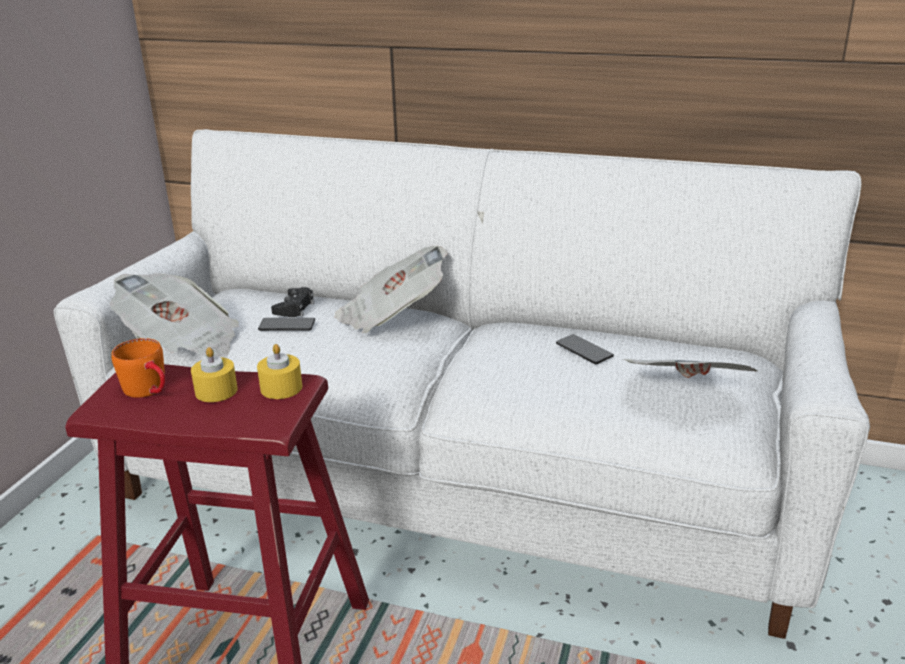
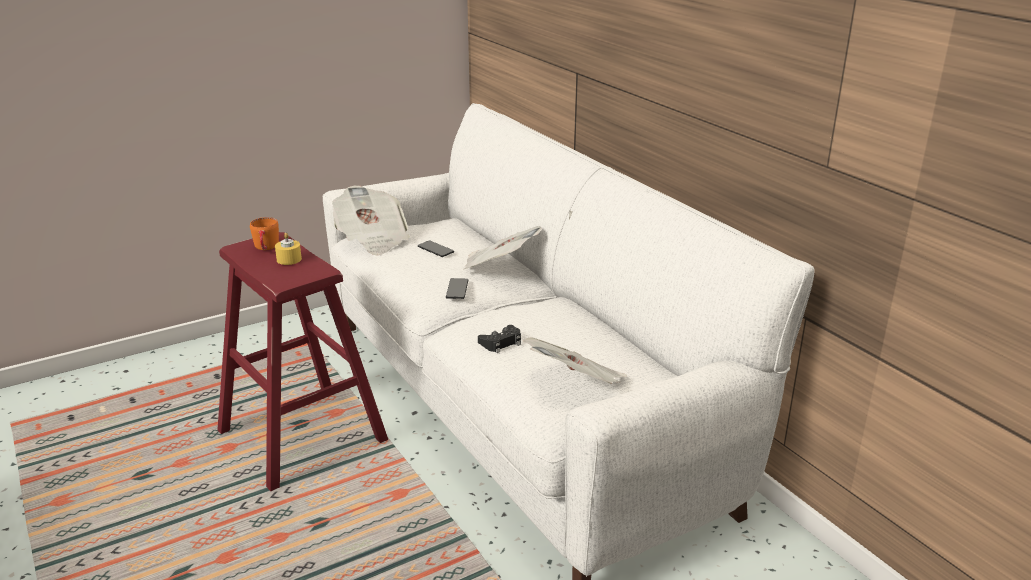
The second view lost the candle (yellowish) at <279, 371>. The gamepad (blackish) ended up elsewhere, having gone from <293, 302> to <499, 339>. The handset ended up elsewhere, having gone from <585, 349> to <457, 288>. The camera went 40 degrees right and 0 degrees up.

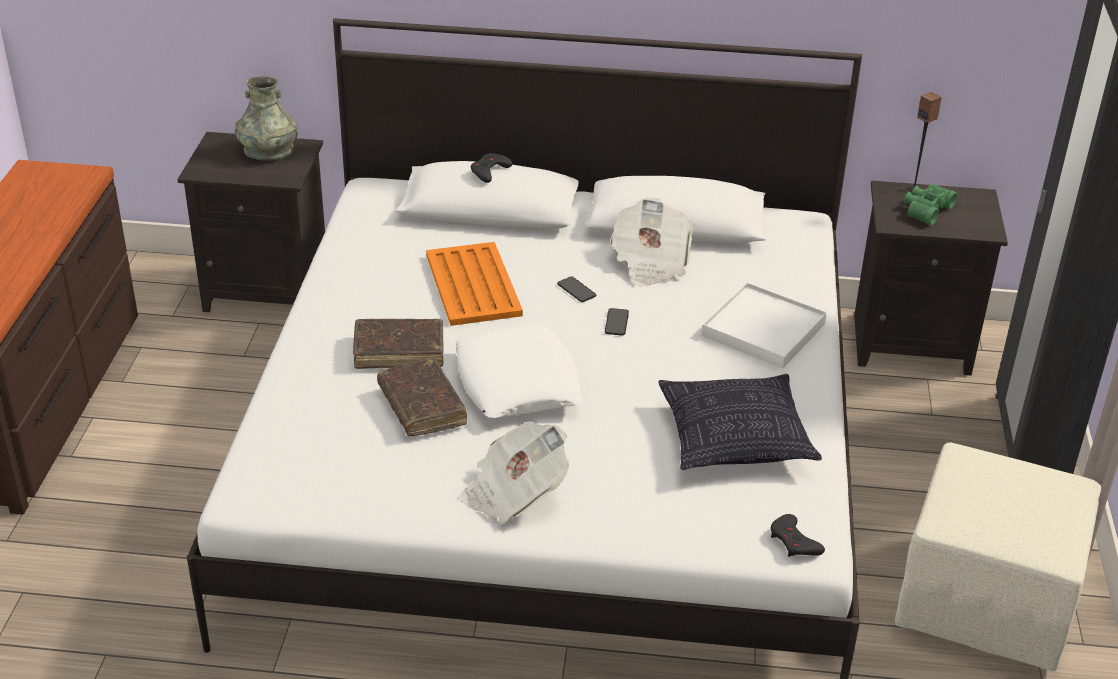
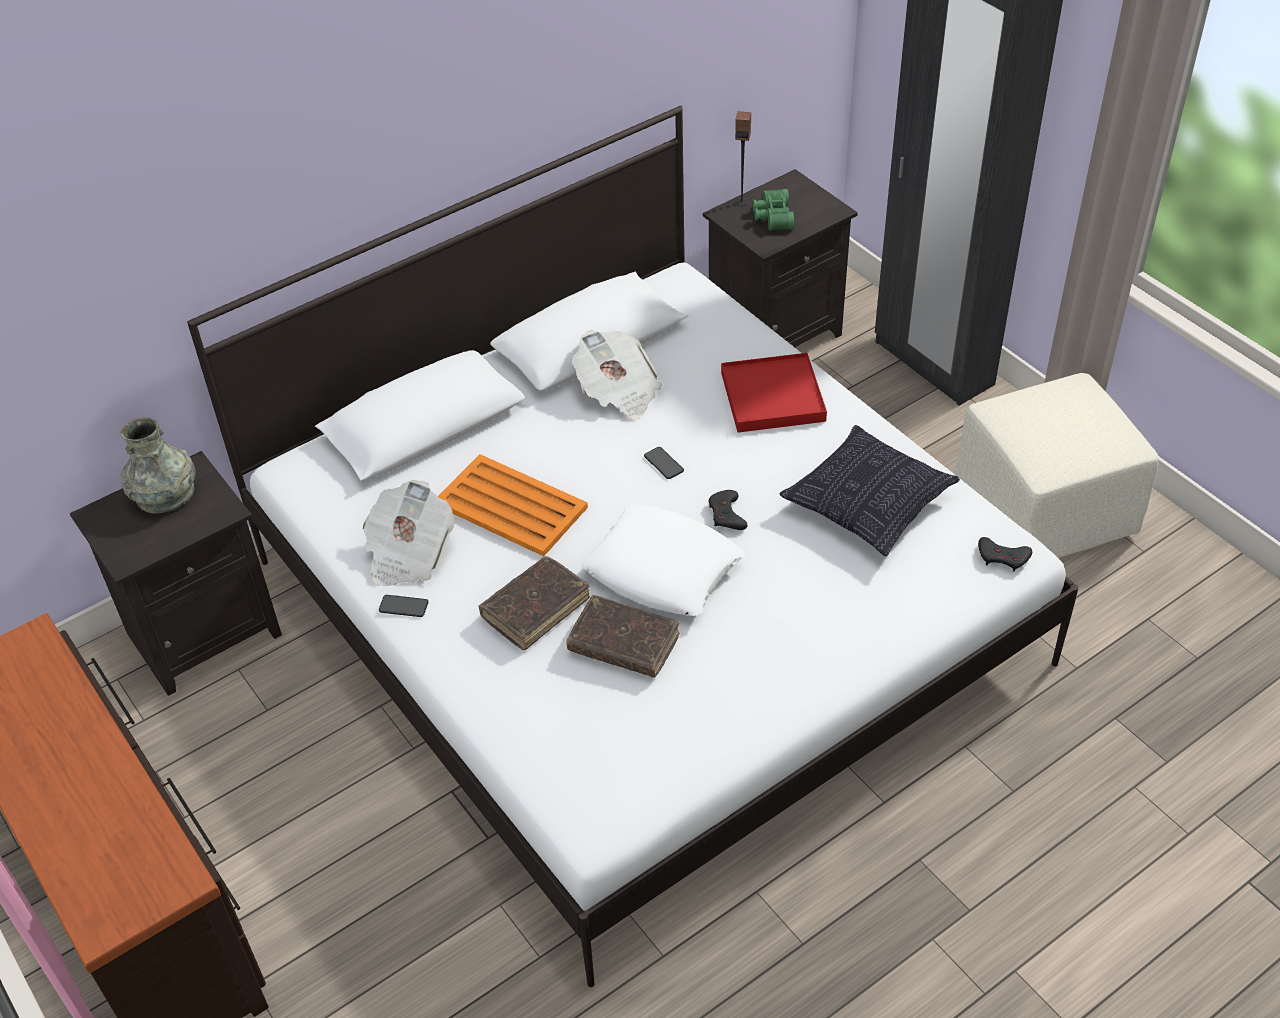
The daily paper ended up elsewhere, having gone from <514, 472> to <408, 533>. The gamepad (blackish) ended up elsewhere, having gone from <491, 168> to <728, 510>. The handset ended up elsewhere, having gone from <576, 289> to <403, 606>. What was the tray (white-coloured) at <764, 325> turned into the tray (reddish) at <774, 393>. The camera went 40 degrees left and 10 degrees up.

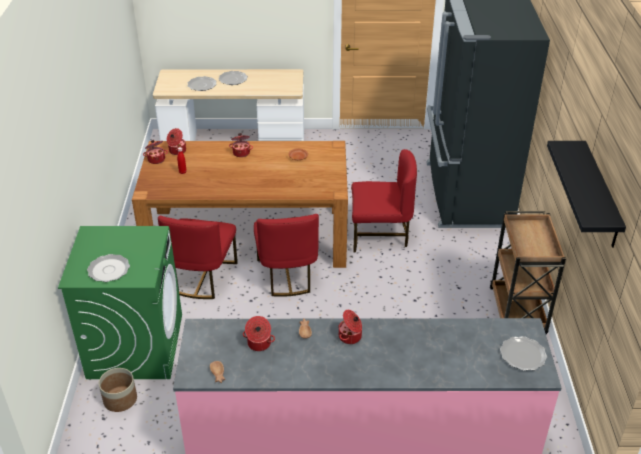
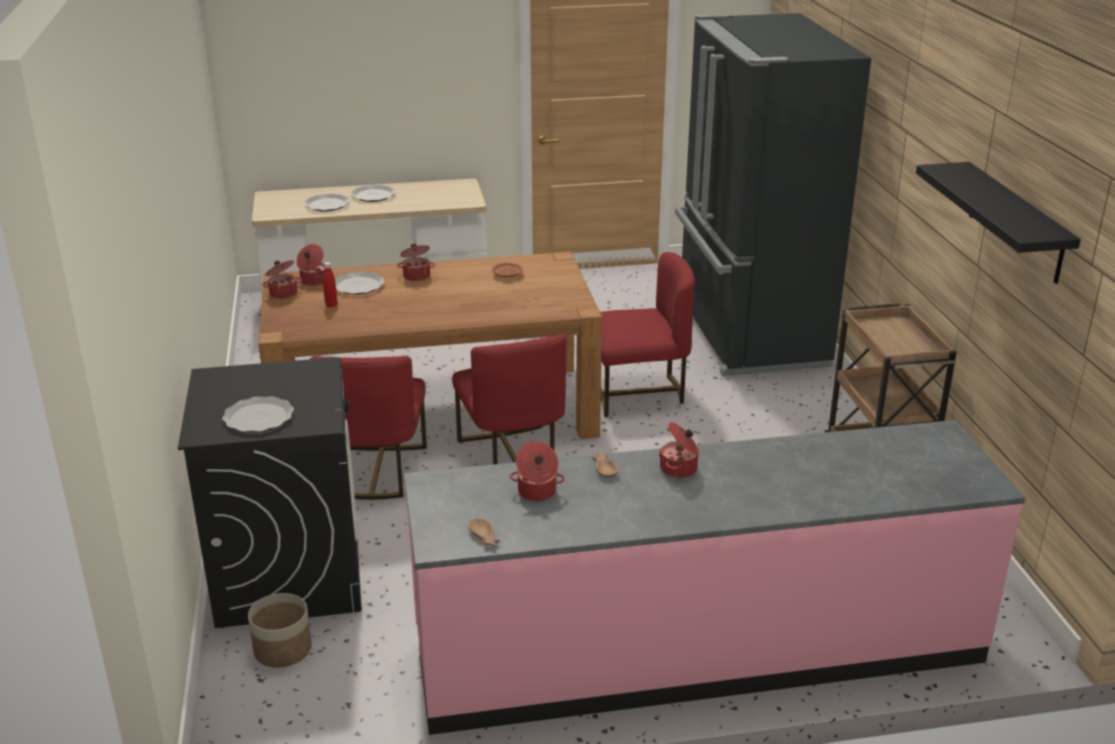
What was the laundry appliance (green-coloured) at <120, 302> turned into the laundry appliance (blackish) at <270, 492>. The plate ended up elsewhere, having gone from <523, 353> to <360, 283>. The camera went 10 degrees left and 10 degrees down.

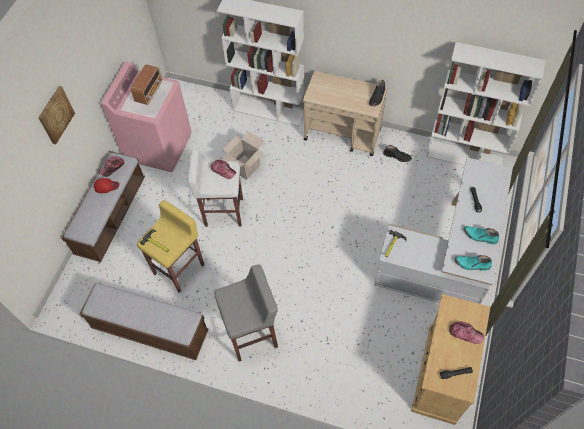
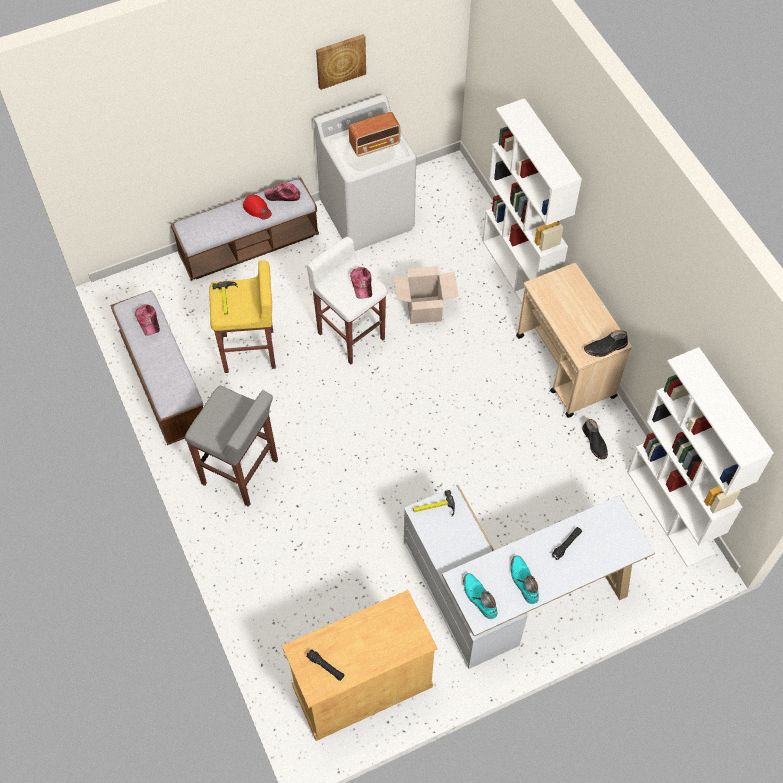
The wall picture ended up elsewhere, having gone from <56, 115> to <341, 62>. What was the laundry appliance (pinkish) at <146, 117> turned into the laundry appliance (white-coloured) at <365, 173>. The peaked cap ended up elsewhere, having gone from <466, 333> to <147, 320>. The camera went 45 degrees right and 0 degrees up.

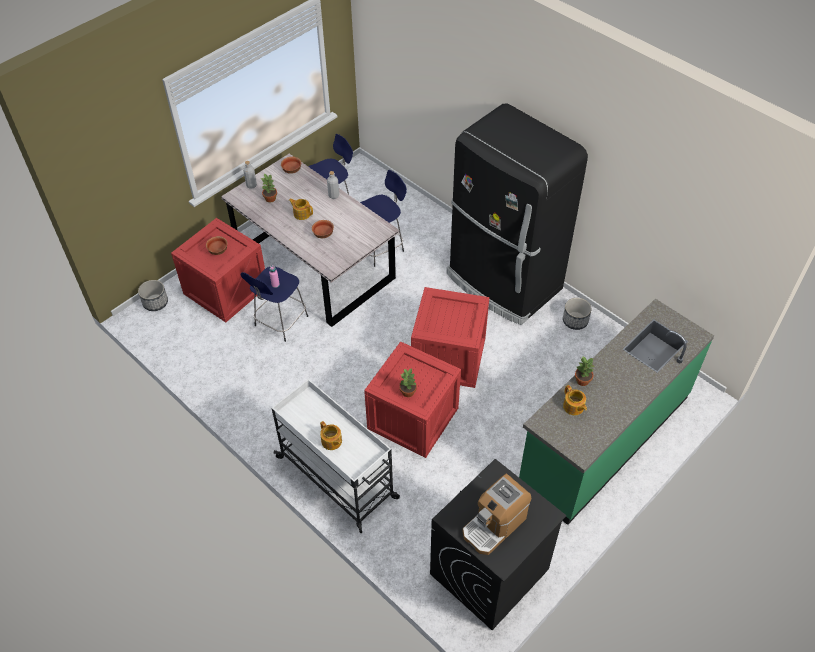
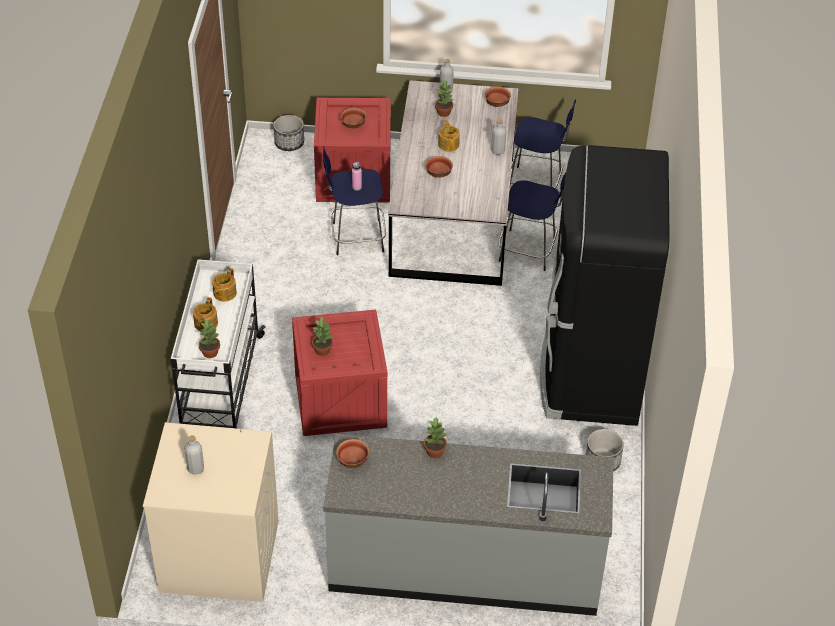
The second view lost the shipping crate at <450, 337>. What was the laundry appliance (blackish) at <498, 544> turned into the laundry appliance (sand-coloured) at <211, 512>. Where the coffee maker stood at <496, 514>, the drink bottle (greyish) came to stand at <194, 455>. What was the kitchen counter (green-coloured) at <616, 412> turned into the kitchen counter (greyish) at <468, 525>. The tea pot ended up elsewhere, having gone from <575, 400> to <224, 284>. The second view gained the plant in a pot at <209, 338>. The second view gained the deep dish at <352, 453>. The camera went 50 degrees right and 5 degrees down.

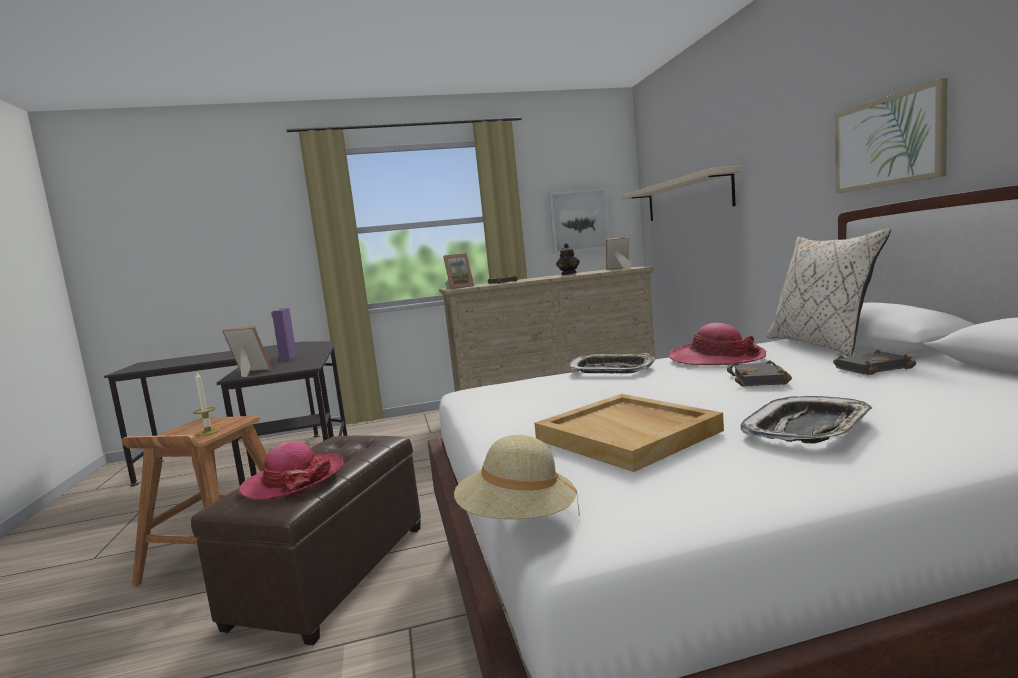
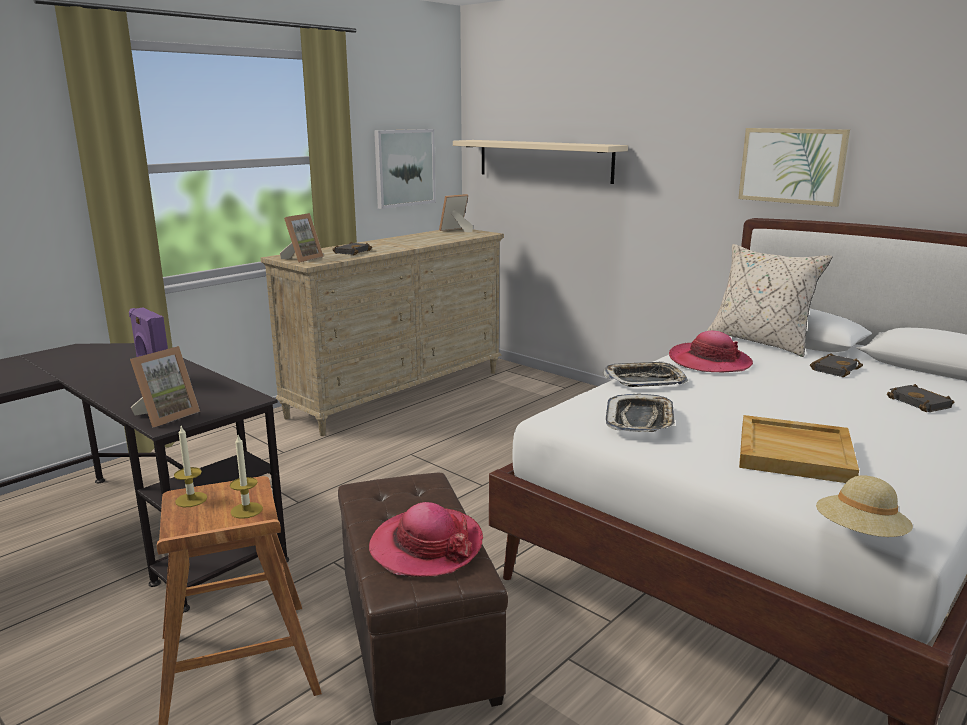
The standing frame at <247, 351> ended up facing another way, 150 degrees clockwise from before. The second view lost the tea pot at <568, 259>. The bound book (blackish) ended up elsewhere, having gone from <759, 373> to <920, 398>. The tray ended up elsewhere, having gone from <806, 419> to <640, 413>. The second view gained the candle at <190, 466>. The camera went 35 degrees left and 10 degrees up.

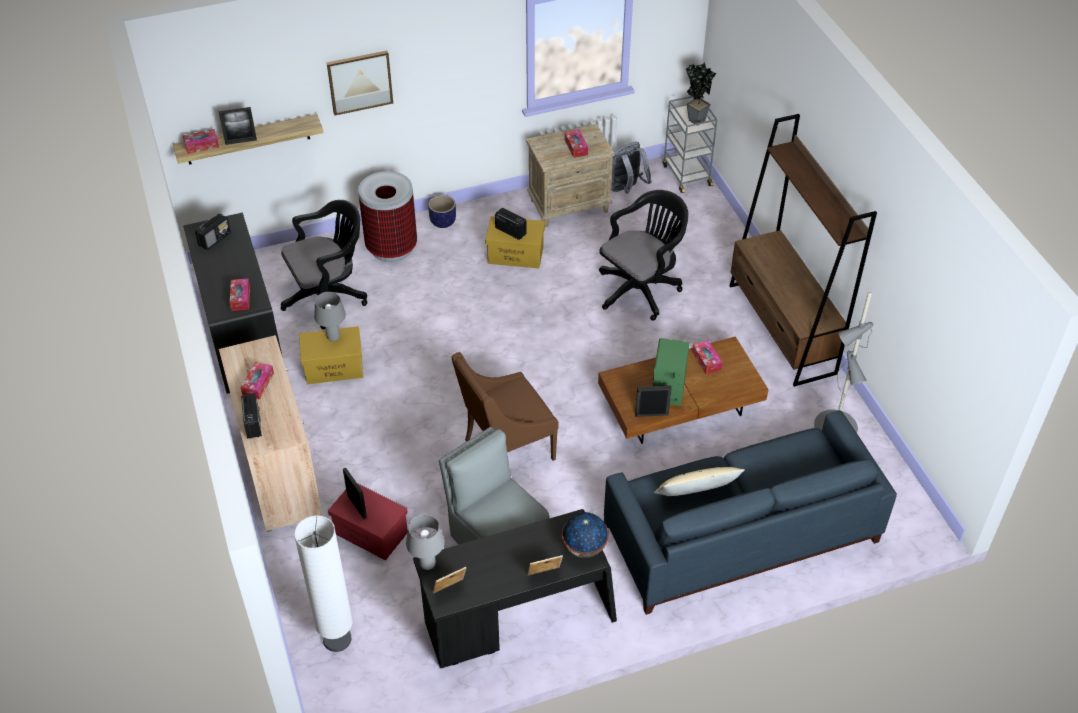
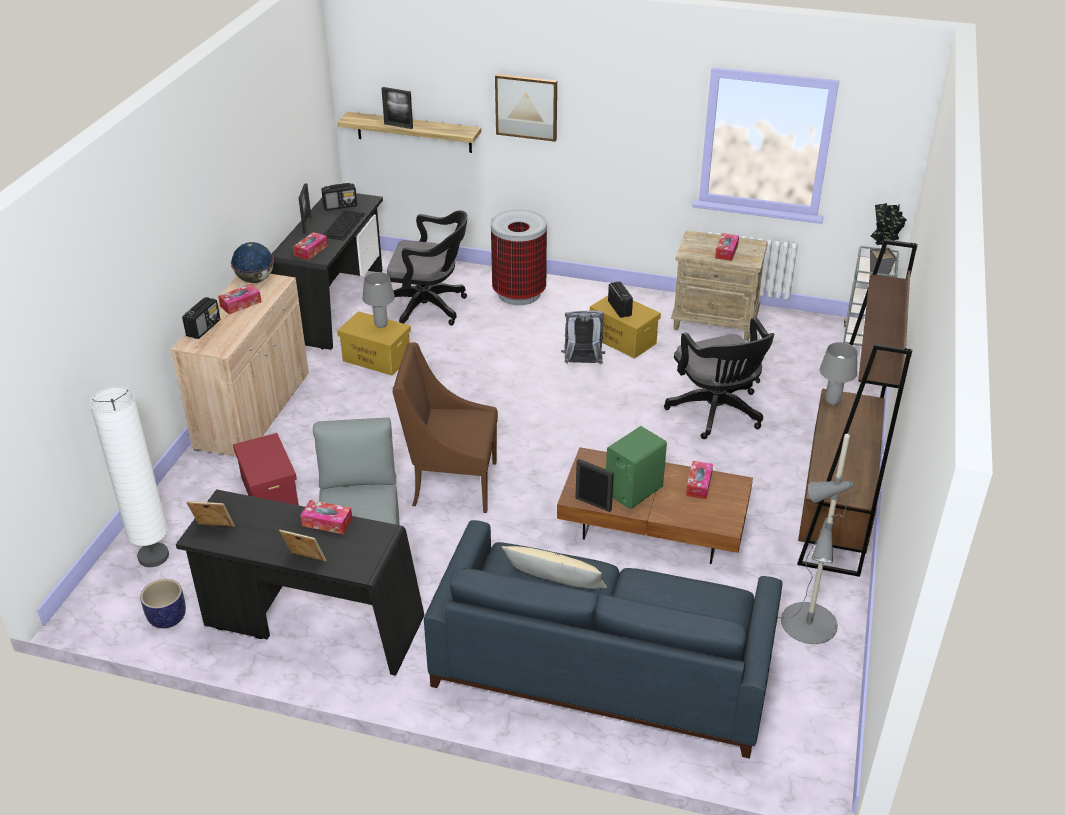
The box of tissues ended up elsewhere, having gone from <201, 141> to <326, 517>. The standing frame ended up elsewhere, having gone from <355, 493> to <305, 208>. The tabletop lamp (greyish) ended up elsewhere, having gone from <425, 542> to <838, 373>. The plant pot ended up elsewhere, having gone from <442, 211> to <163, 603>. The world globe ended up elsewhere, having gone from <585, 535> to <252, 262>. The desk chair (blackish) at <643, 255> ended up facing another way, 75 degrees clockwise from before. The knapsack (greyish) ended up elsewhere, having gone from <631, 168> to <583, 337>. The second view gained the computer keyboard at <344, 225>. The camera went 35 degrees right and 10 degrees down.

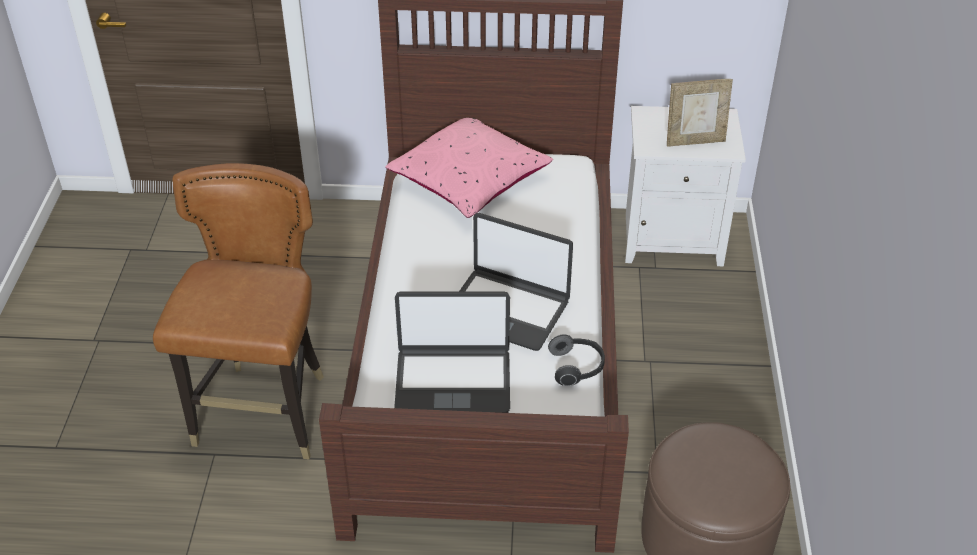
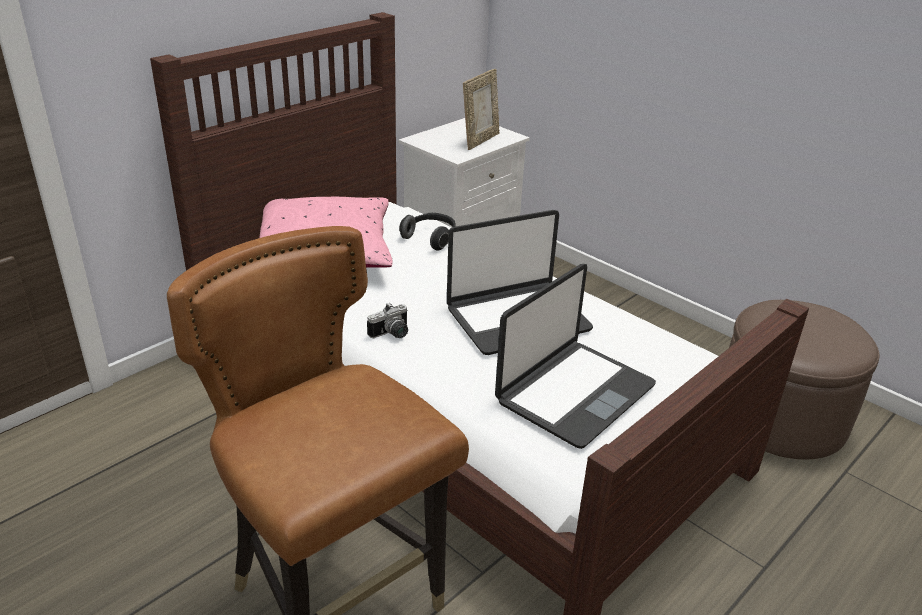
The headset ended up elsewhere, having gone from <576, 360> to <427, 232>. The second view gained the still camera at <387, 320>. The camera went 50 degrees left and 10 degrees down.

